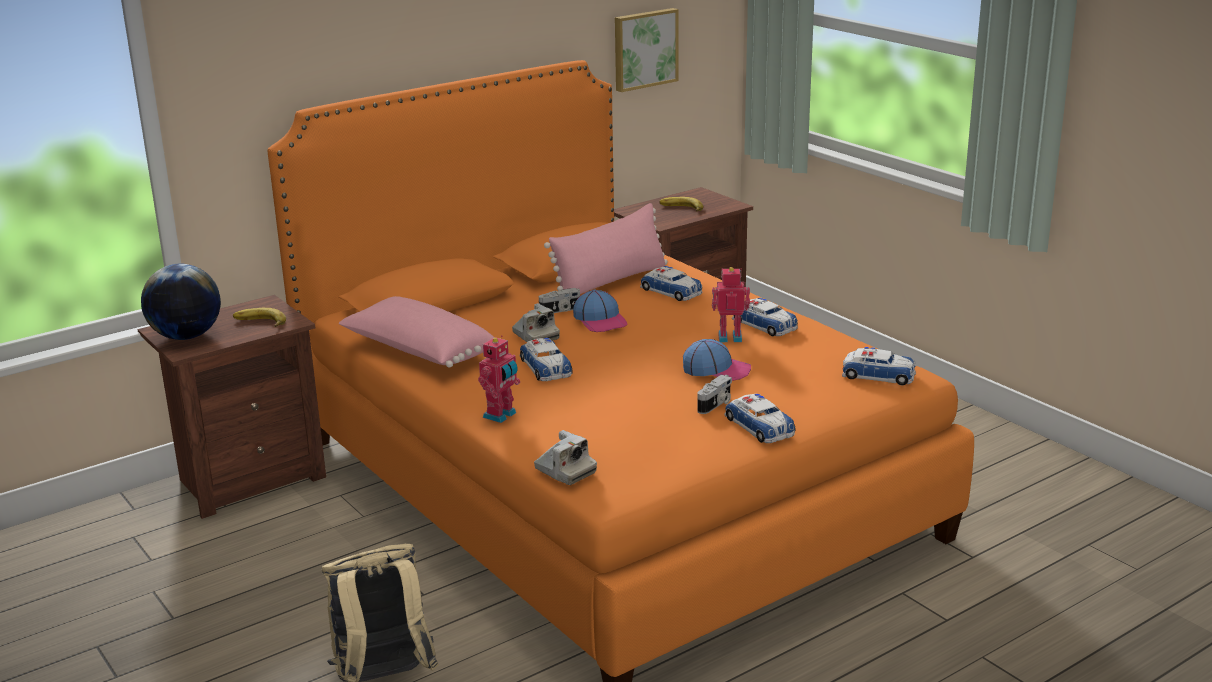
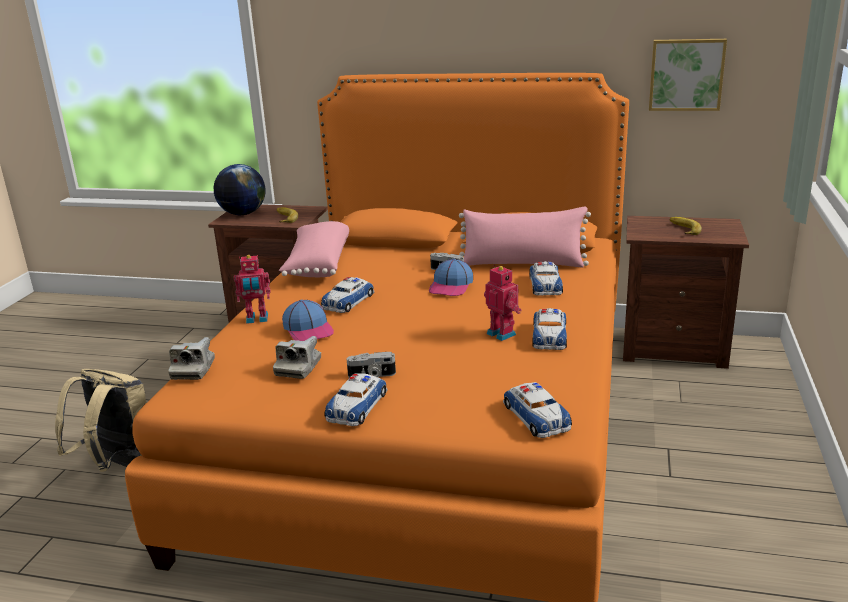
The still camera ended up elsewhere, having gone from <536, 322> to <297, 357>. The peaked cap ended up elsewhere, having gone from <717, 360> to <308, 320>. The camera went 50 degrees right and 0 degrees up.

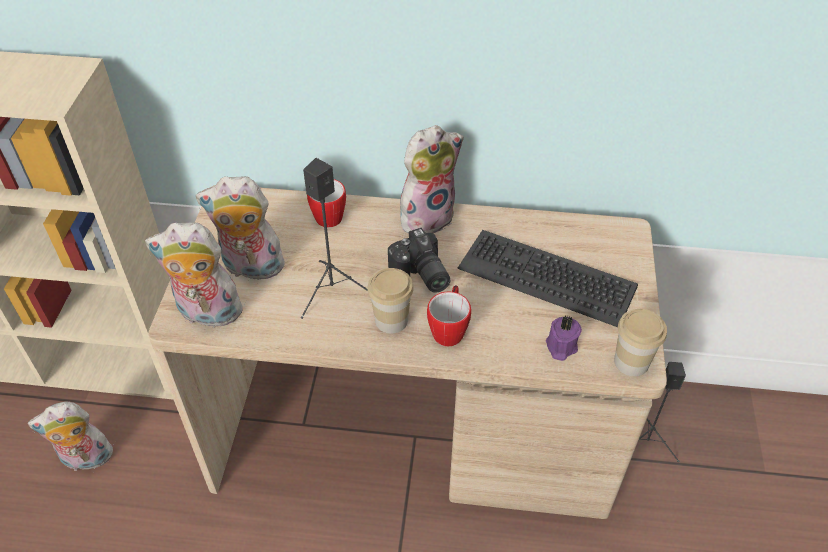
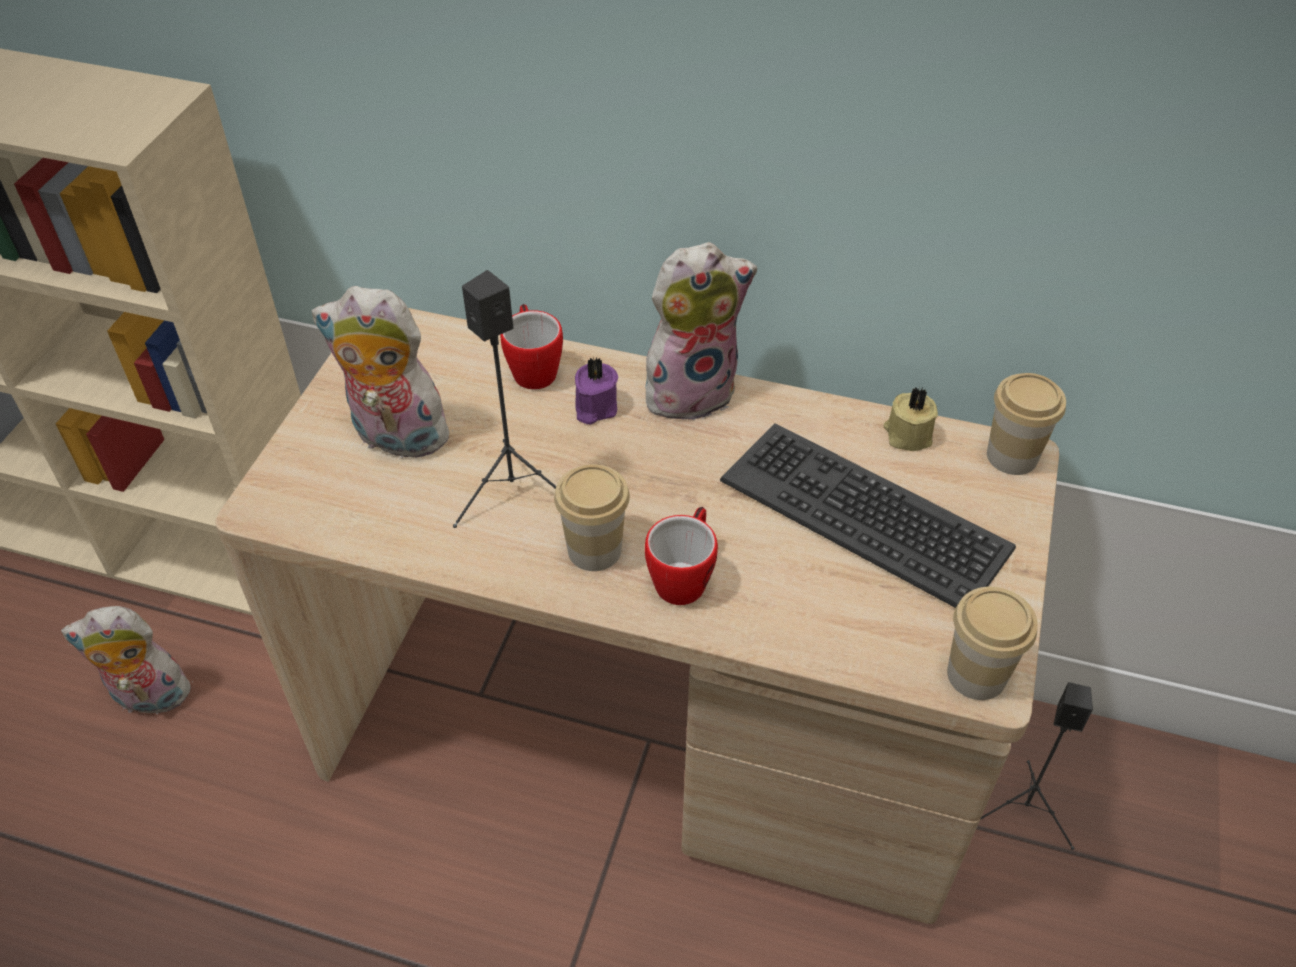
The second view lost the cuddly toy at <195, 274>. The second view lost the still camera at <419, 260>. The candle (purple) ended up elsewhere, having gone from <564, 338> to <596, 390>. The second view gained the candle (sand-coloured) at <911, 419>. The second view gained the cup at <1026, 424>. The camera went 10 degrees right and 0 degrees up.

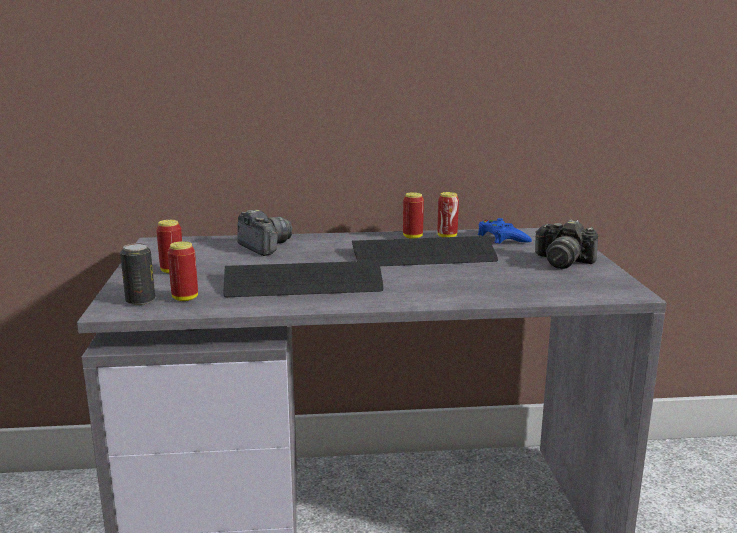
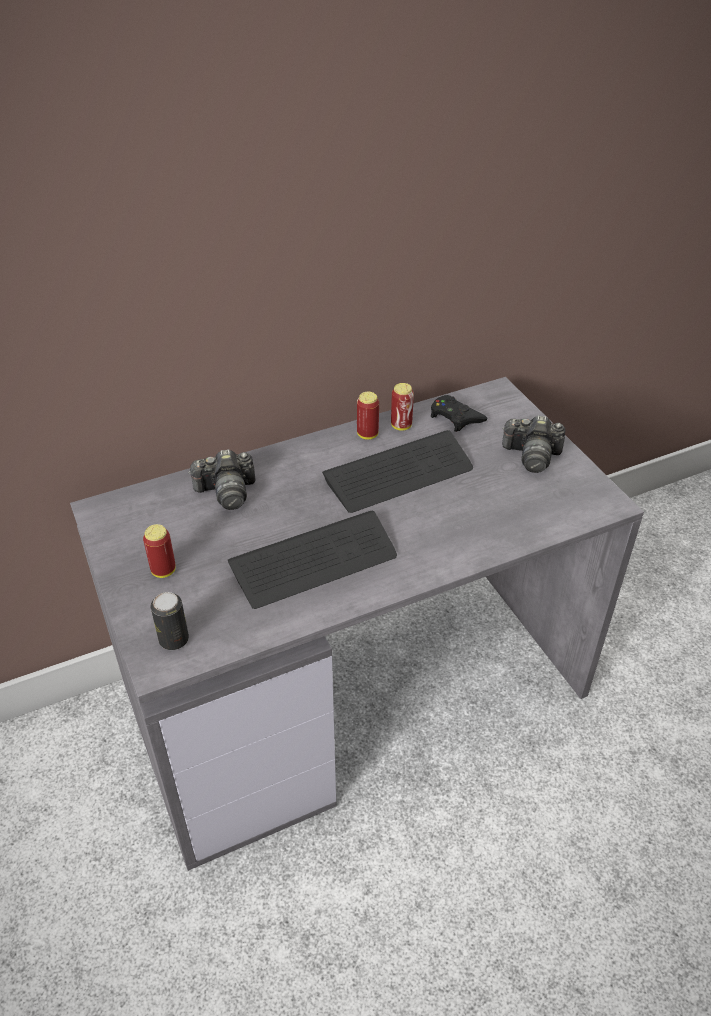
The second view lost the metal can at <183, 271>. The still camera at <264, 233> ended up facing another way, 135 degrees clockwise from before. What was the gamepad (blue-coloured) at <505, 231> turned into the gamepad (blackish) at <459, 413>. The camera went 20 degrees left and 25 degrees up.

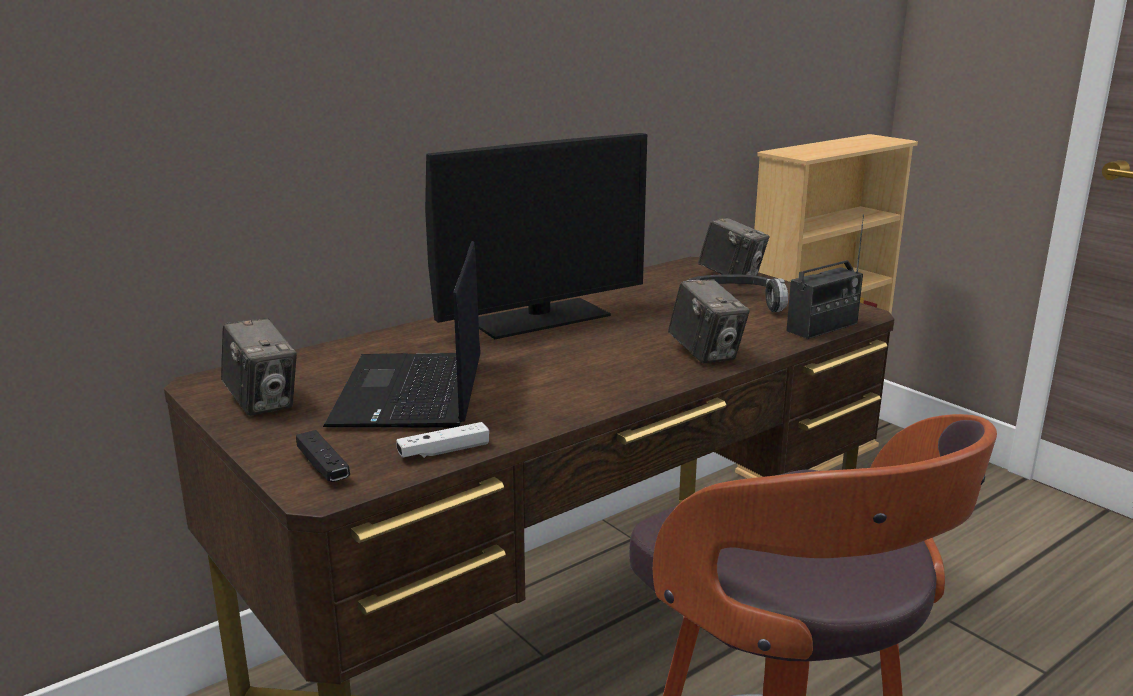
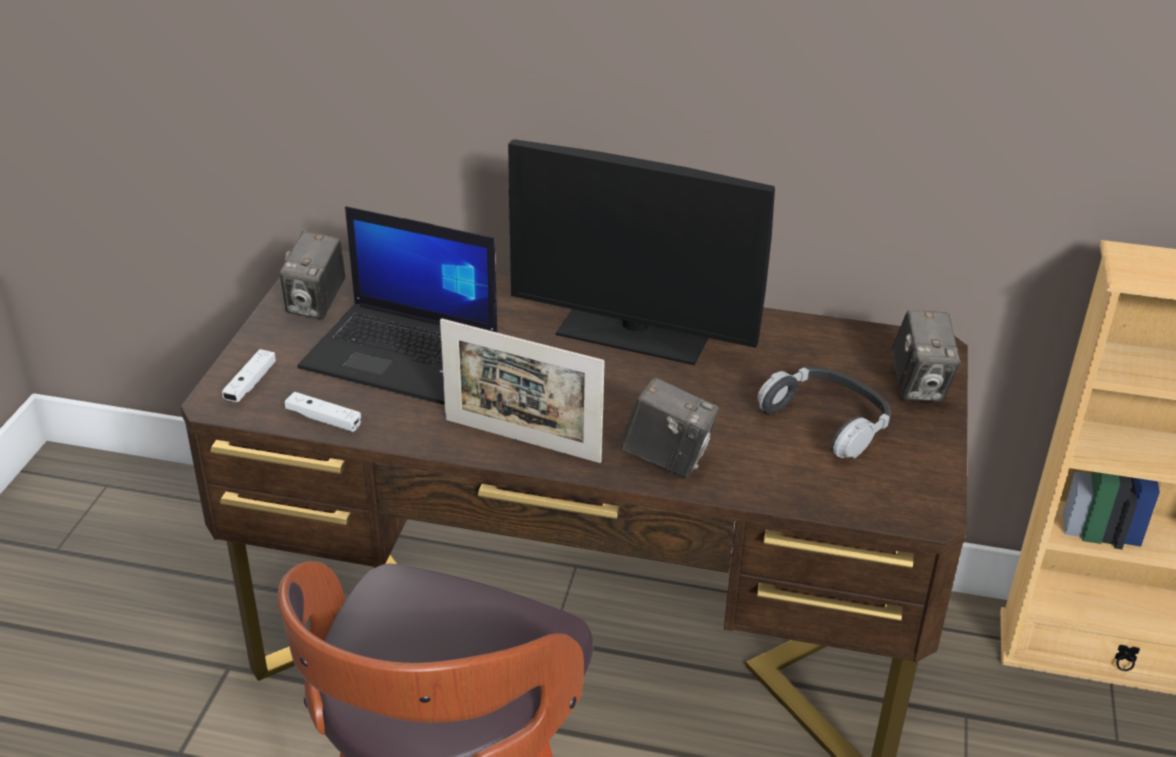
What was the gamepad (blackish) at <323, 456> turned into the gamepad (white-coloured) at <249, 375>. The laptop at <402, 334> ended up facing another way, 120 degrees counterclockwise from before. The still camera at <709, 321> ended up facing another way, 90 degrees counterclockwise from before. The second view lost the radio at <825, 277>. The second view gained the standing frame at <522, 390>. The camera went 50 degrees right and 15 degrees up.

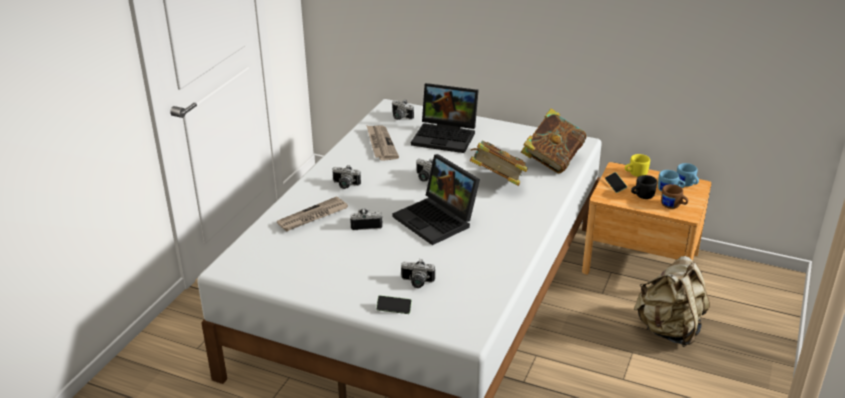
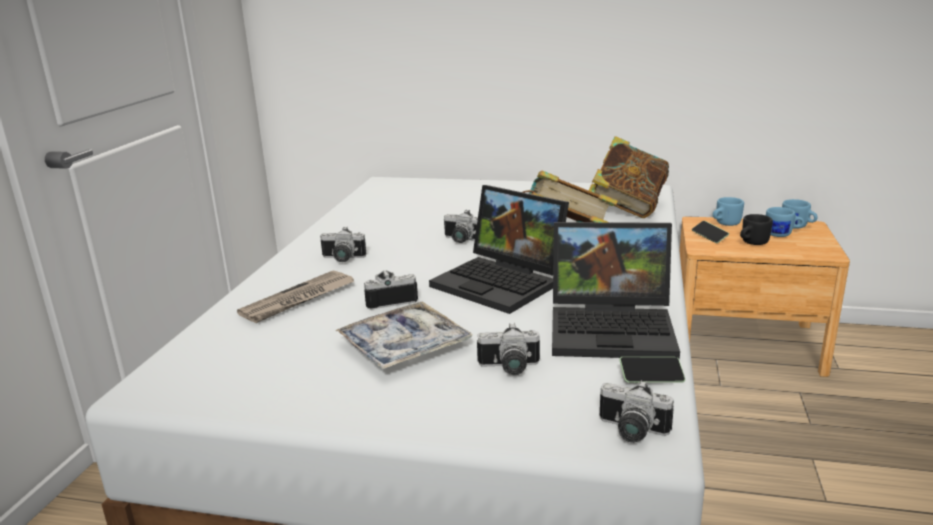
The second view lost the daily paper at <383, 143>. The handset ended up elsewhere, having gone from <394, 304> to <652, 370>. The still camera ended up elsewhere, having gone from <403, 110> to <637, 411>. The laptop ended up elsewhere, having gone from <445, 118> to <616, 291>. What was the mug (yellowish) at <637, 165> turned into the mug (blue-coloured) at <728, 211>. The second view lost the knapsack (sand-coloured) at <672, 301>. The second view lost the mug (brownish) at <674, 196>. The second view gained the tray at <404, 336>. The camera went 10 degrees left and 10 degrees down.

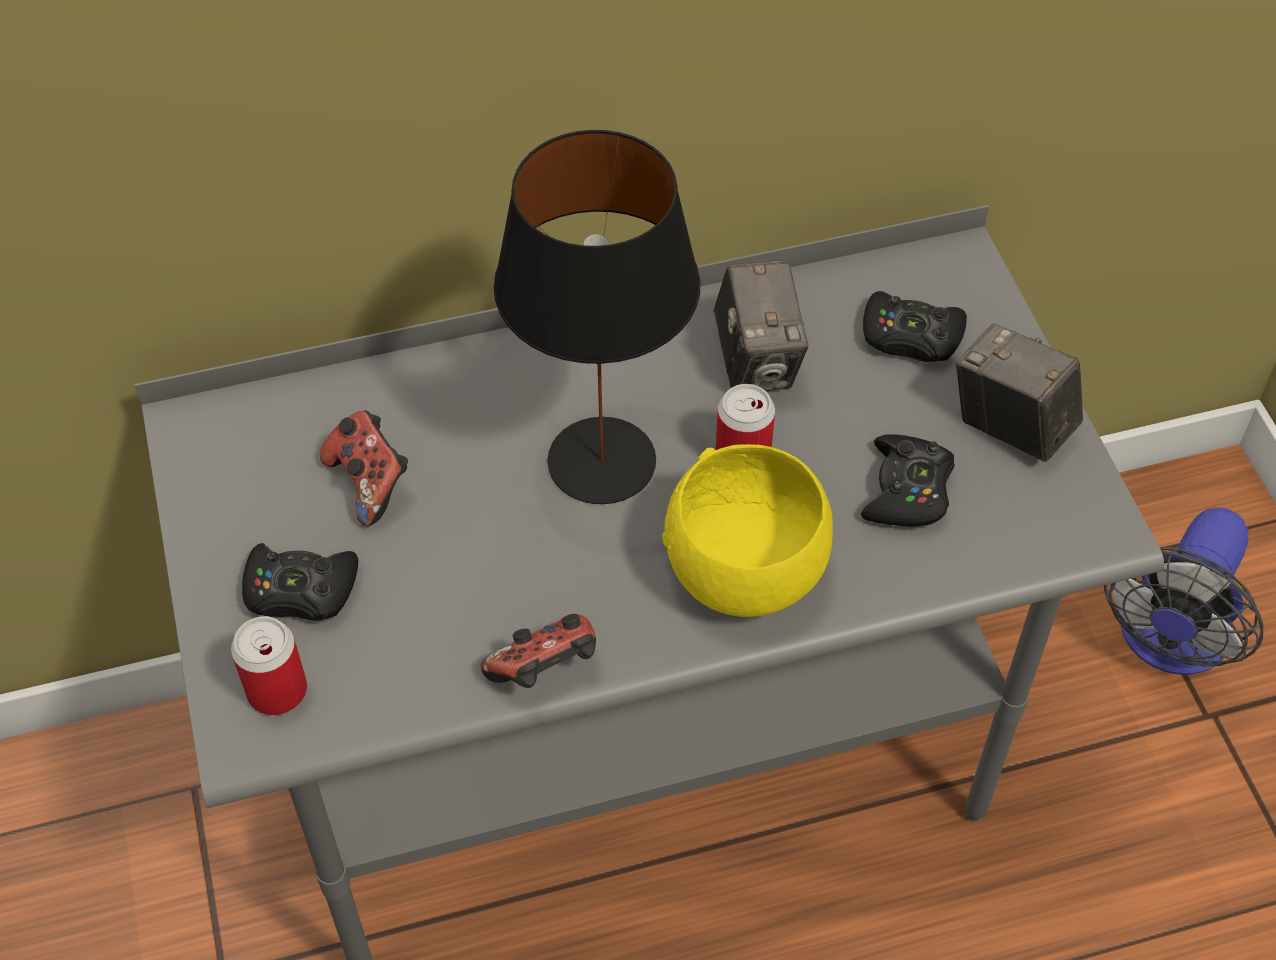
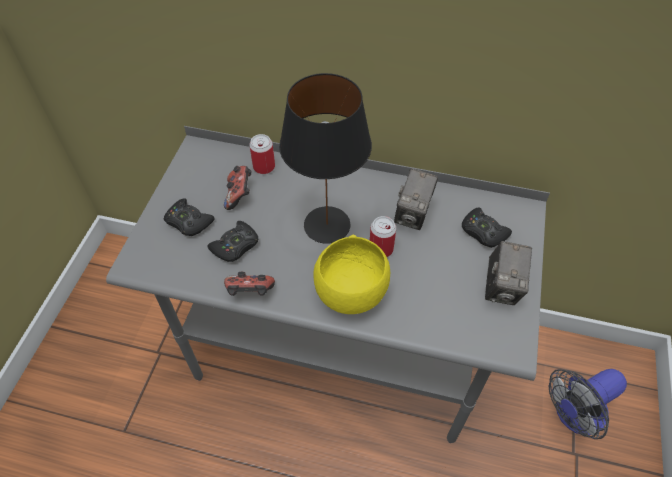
The metal can ended up elsewhere, having gone from <269, 665> to <262, 154>. The gamepad (blackish) ended up elsewhere, having gone from <908, 480> to <233, 241>. The still camera at <1019, 393> ended up facing another way, 150 degrees counterclockwise from before. The camera went 30 degrees right and 0 degrees up.

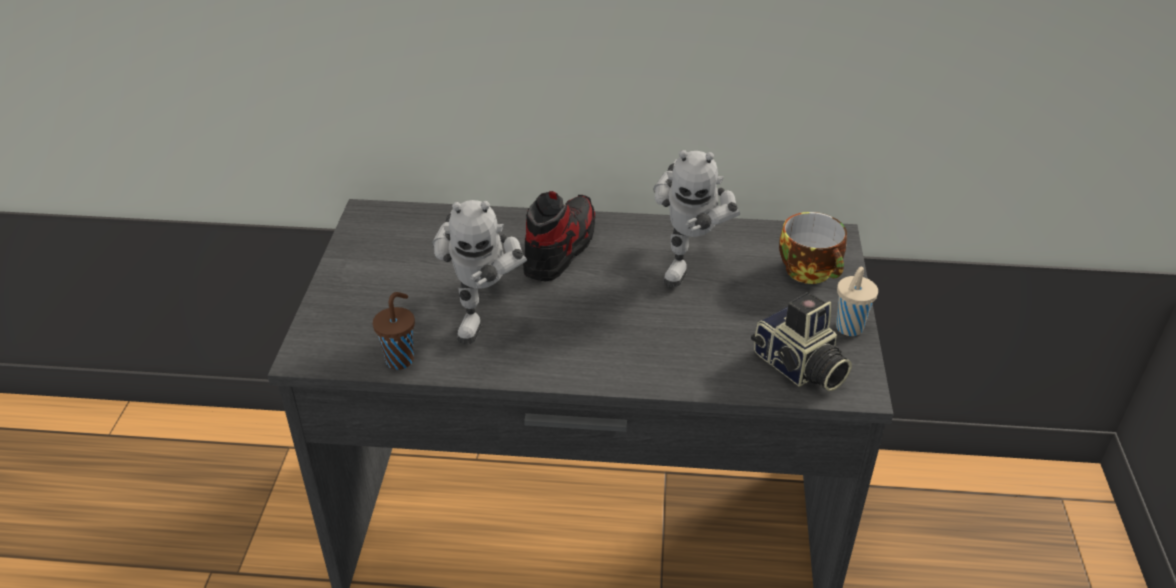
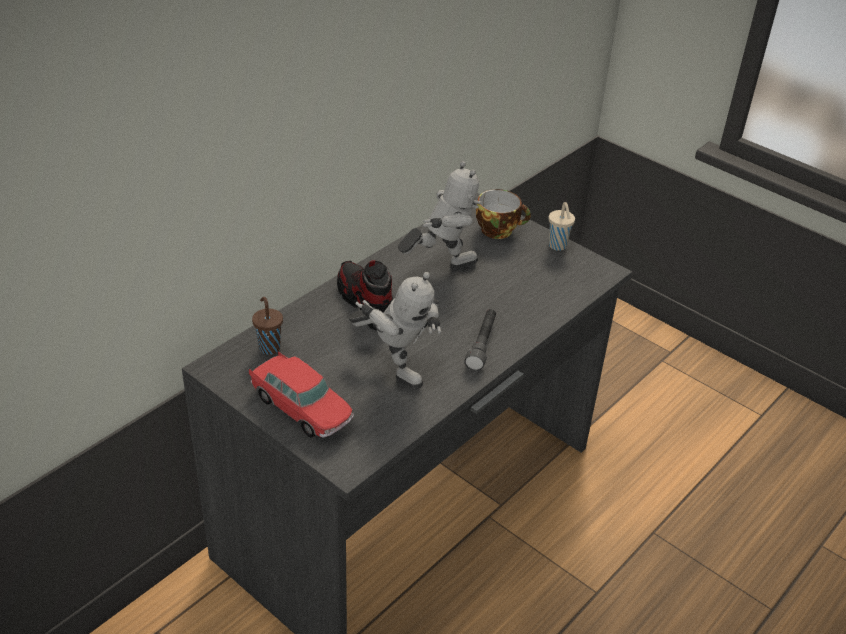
The cup (brownish) ended up elsewhere, having gone from <394, 331> to <267, 326>. The toy robot at <696, 218> ended up facing another way, 75 degrees counterclockwise from before. The second view lost the still camera at <801, 341>. The second view gained the miniature car at <301, 394>. The second view gained the hand torch (greyish) at <480, 340>. The camera went 55 degrees left and 0 degrees up.

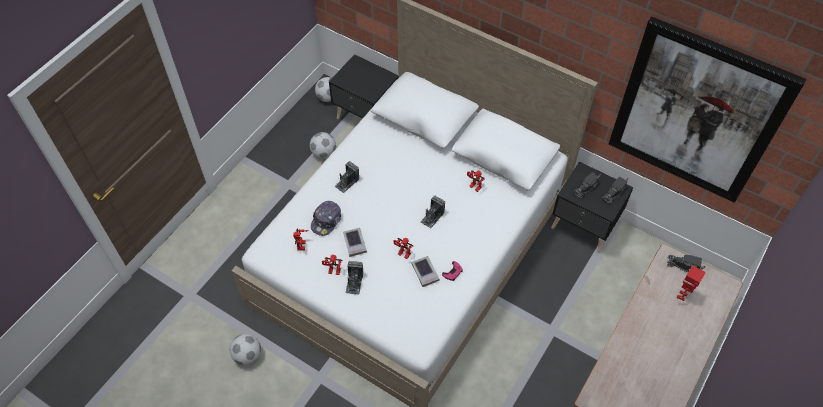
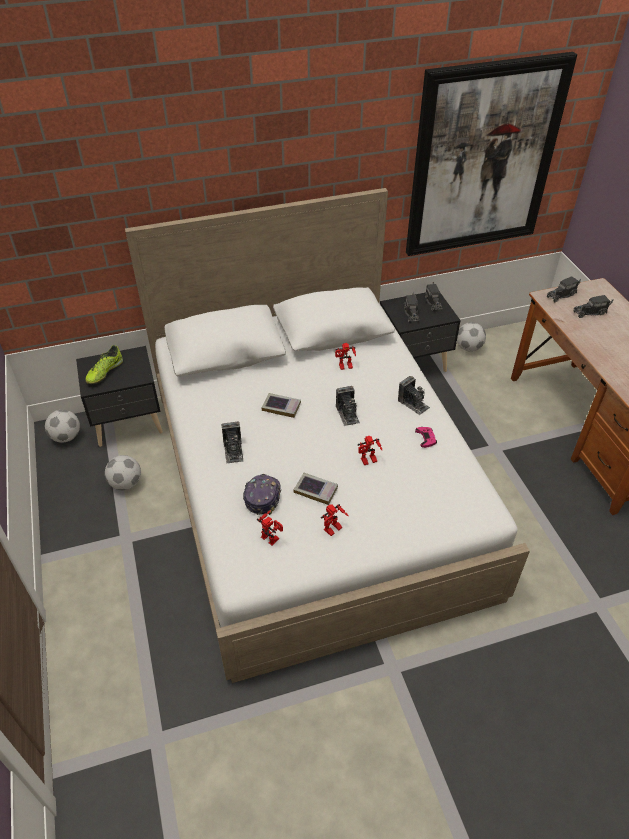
The football ended up elsewhere, having gone from <245, 349> to <471, 337>. The peaked cap at <326, 218> ended up facing another way, 150 degrees counterclockwise from before. The still camera ended up elsewhere, having gone from <354, 278> to <414, 395>. The bound book ended up elsewhere, having gone from <425, 271> to <281, 405>. Where the toy robot stood at <691, 283>, the toy truck came to stand at <593, 306>. The second view gained the low shoe at <104, 364>. The camera went 50 degrees left and 10 degrees down.

